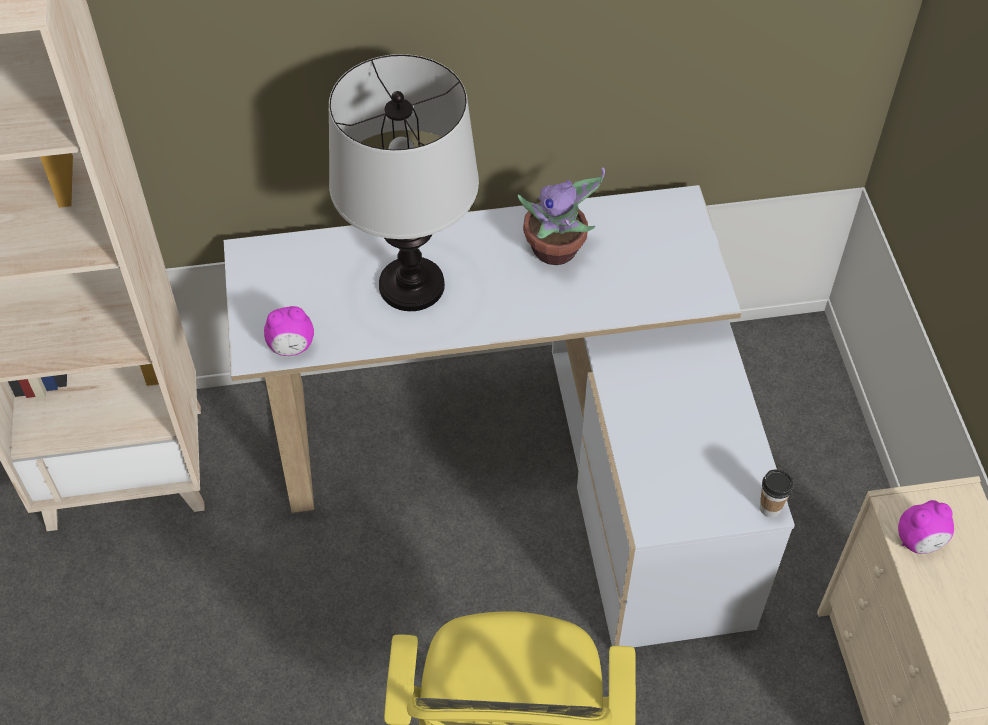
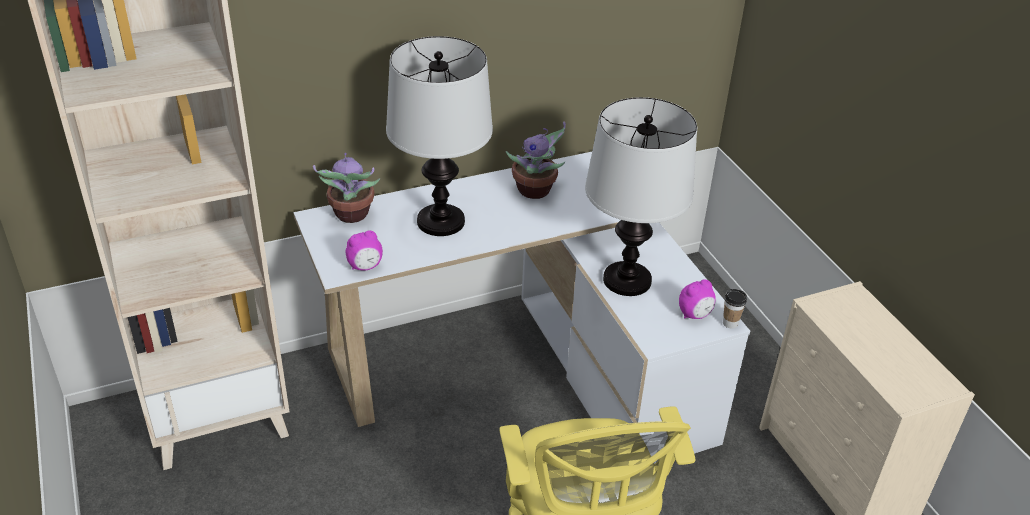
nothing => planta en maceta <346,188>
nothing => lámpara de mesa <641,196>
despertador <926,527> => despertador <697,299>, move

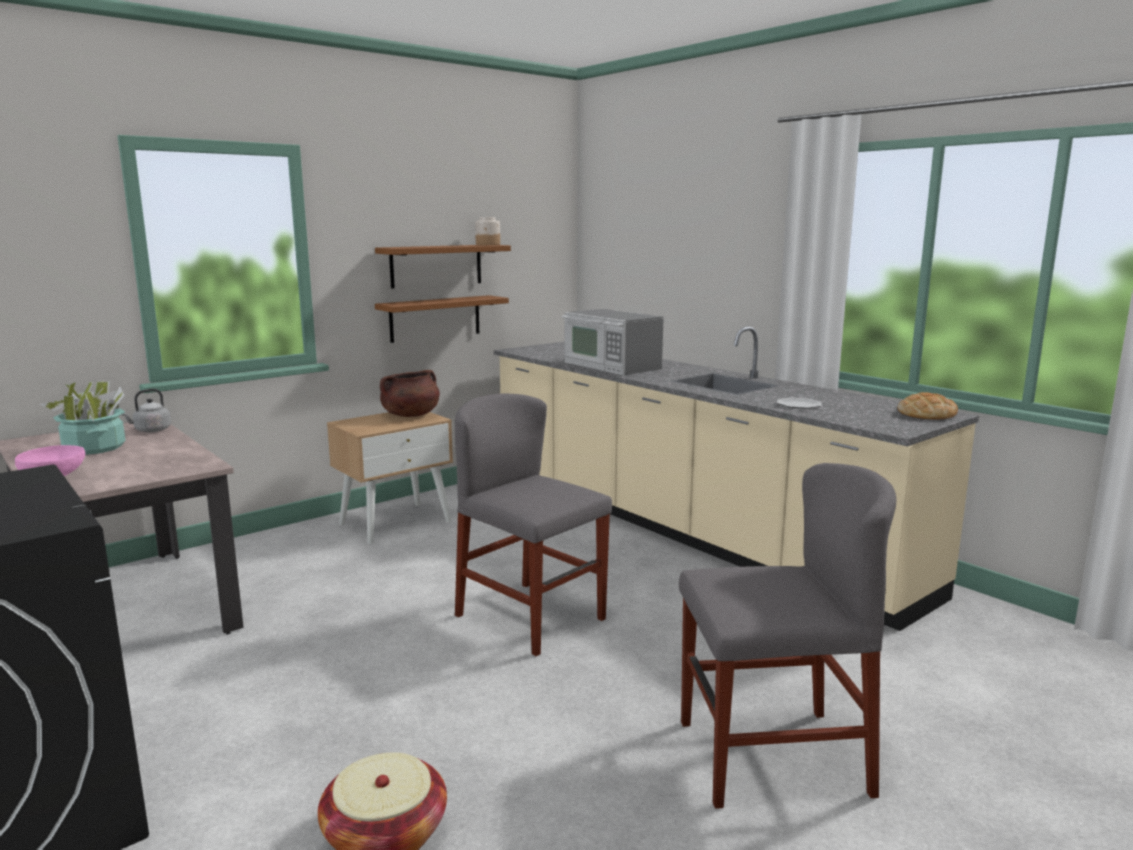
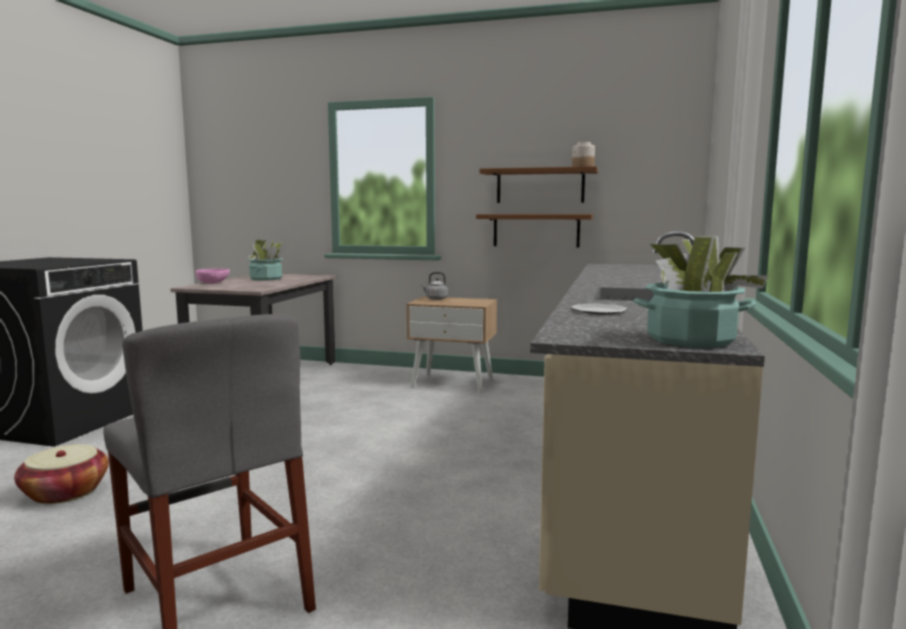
olla (marrón) <410,393> => nothing
silla (gris) <533,525> => nothing
microondas <612,342> => nothing
hervidor (gris) <146,410> => hervidor (gris) <434,286>, move
pan <927,405> => planta en maceta <701,292>

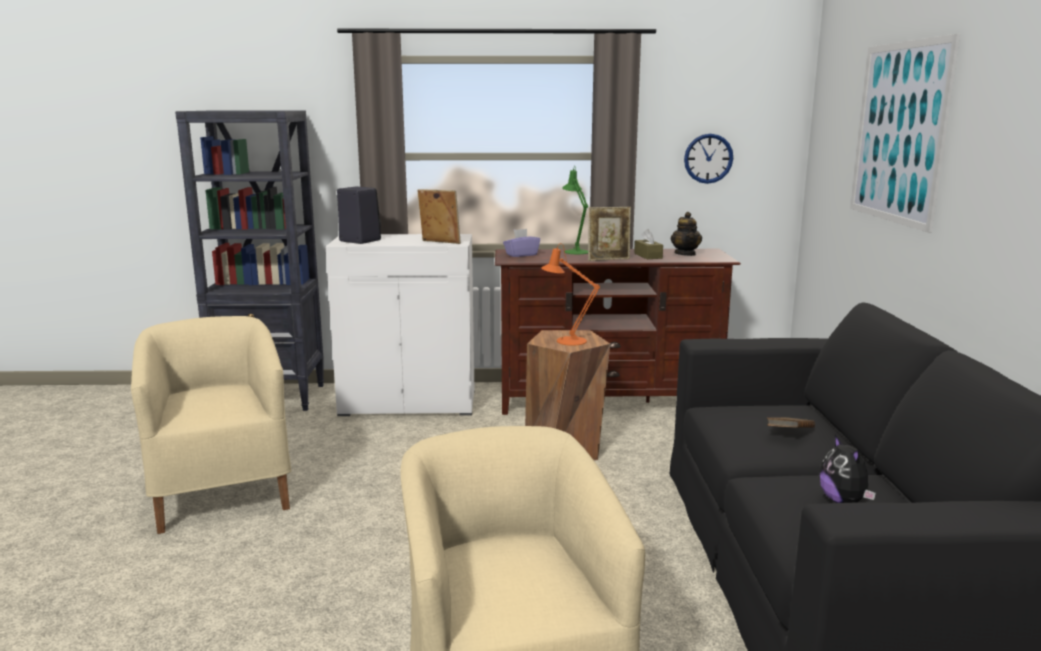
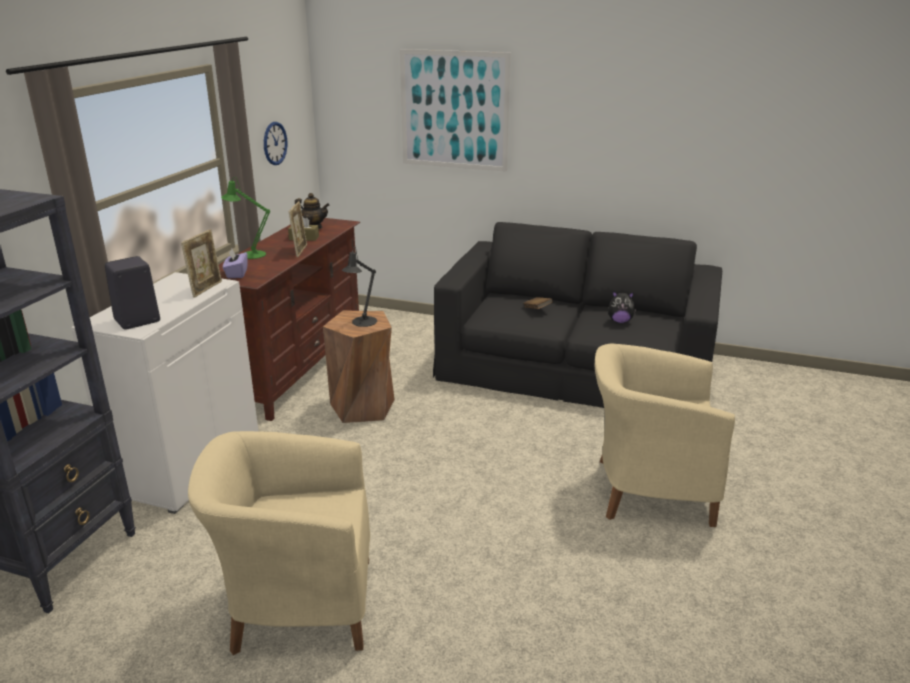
lámpara de mesa (naranja) <570,294> => lámpara de mesa (negro) <359,287>
portarretratos <439,216> => portarretratos <201,263>, 150 degrees clockwise

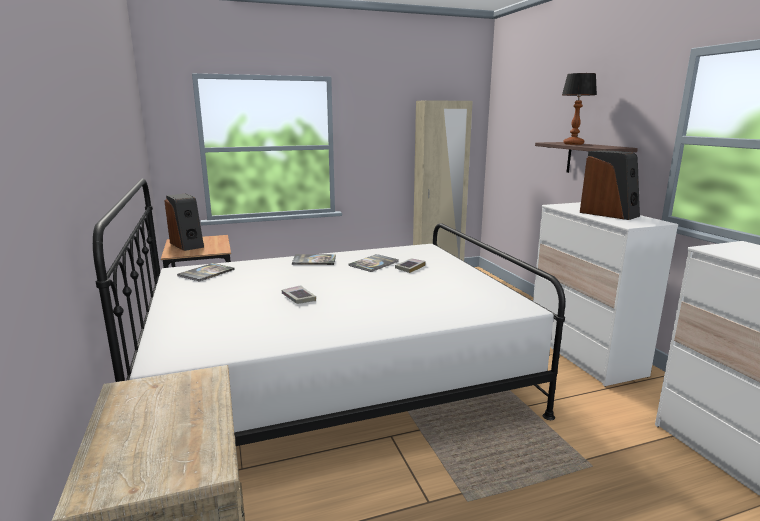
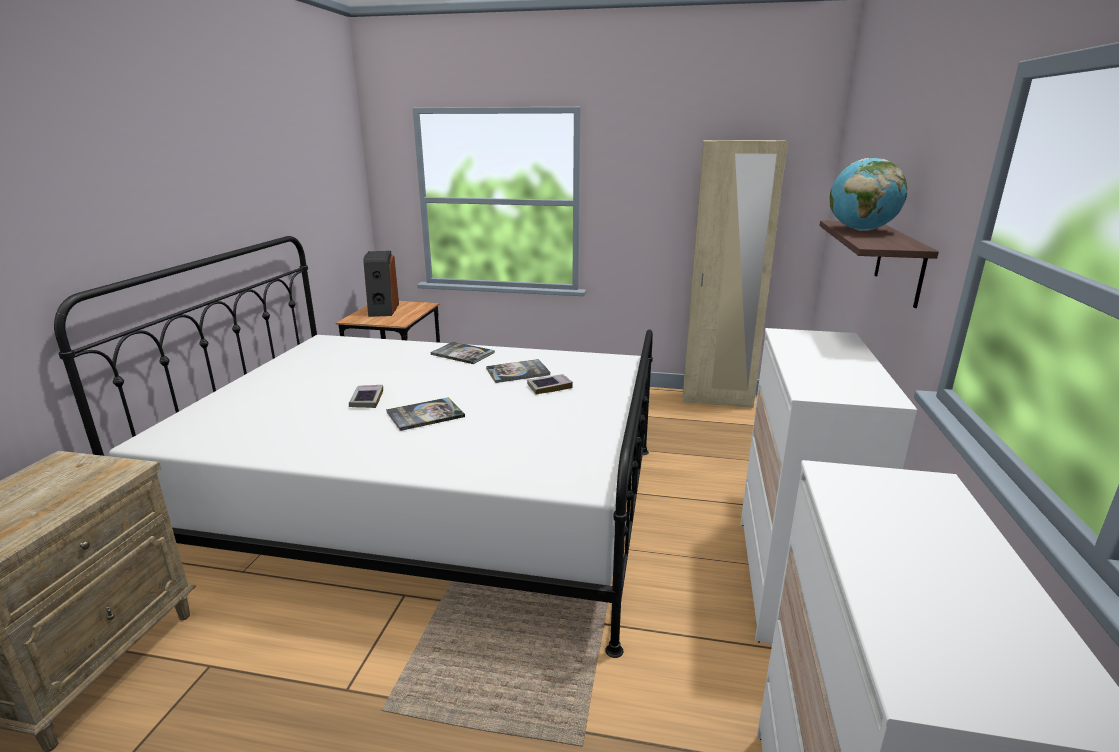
altavoz <610,185> => nothing
libro <206,272> => libro <425,414>, move
lámpara de mesa <579,109> => globo terráqueo <868,194>

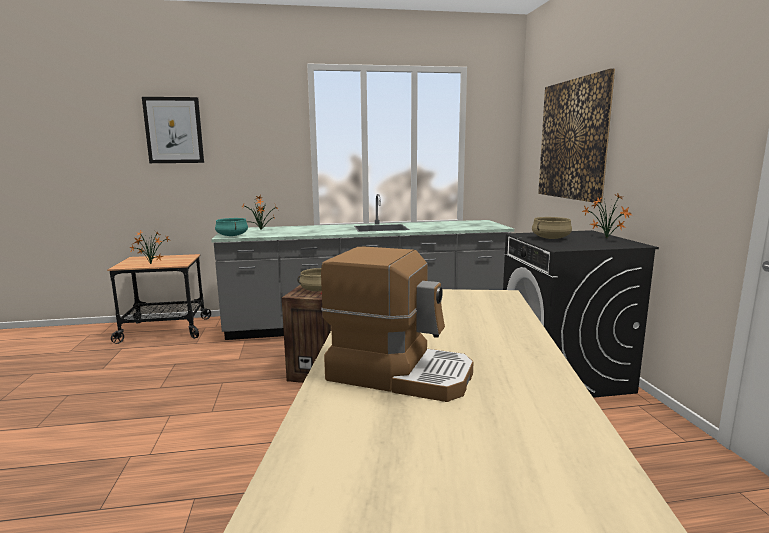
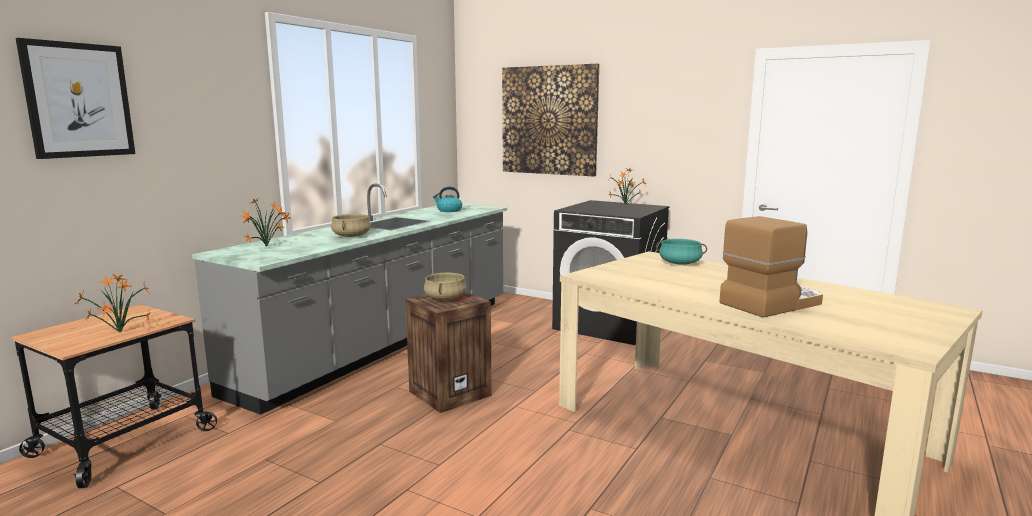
nothing => hervidor <447,199>
olla (turquesa) <231,227> => olla (turquesa) <681,252>, move
olla (beis) <552,228> => olla (beis) <351,225>, move

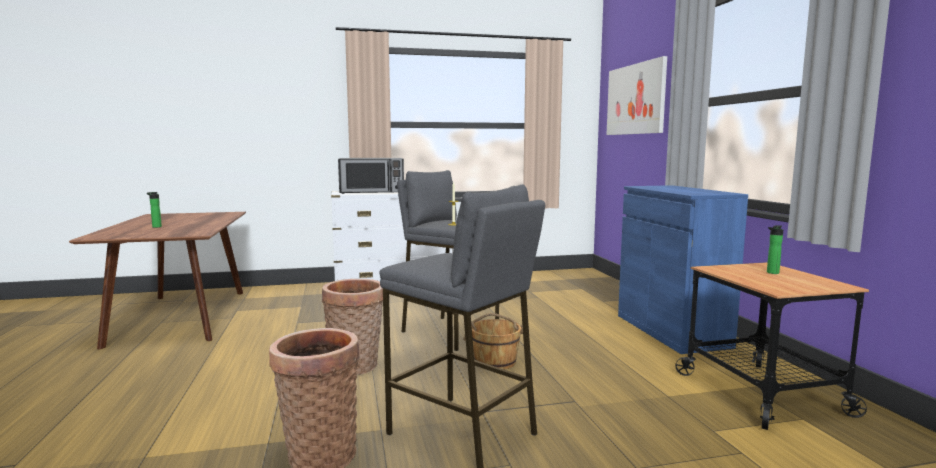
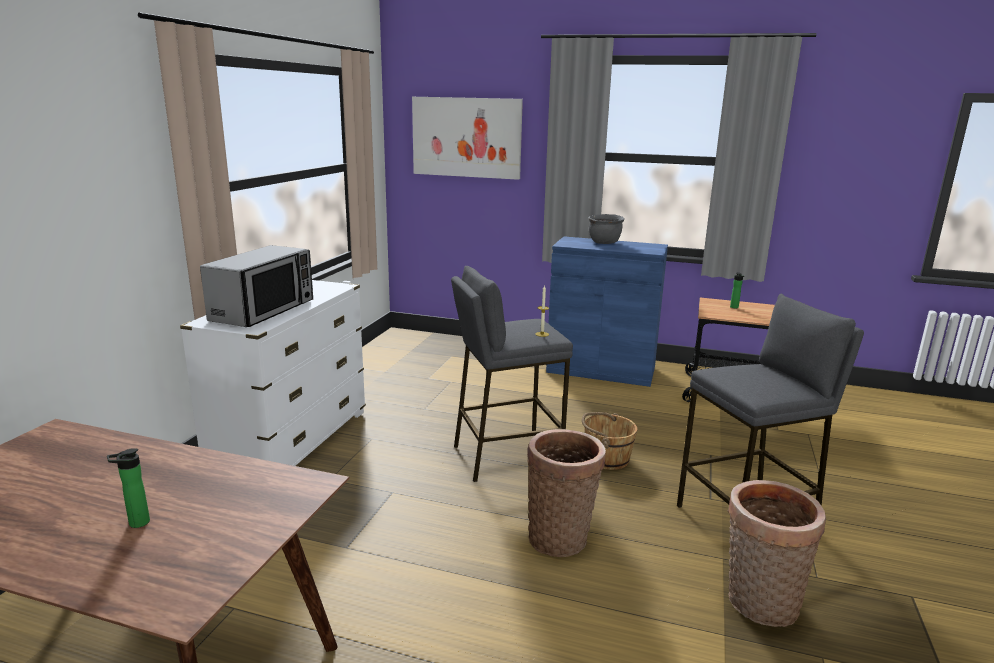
nothing => olla (gris) <607,229>

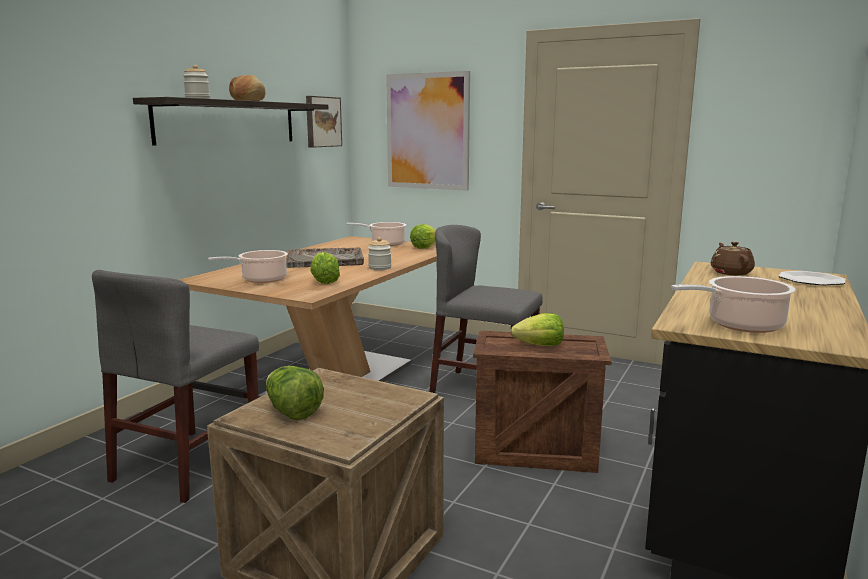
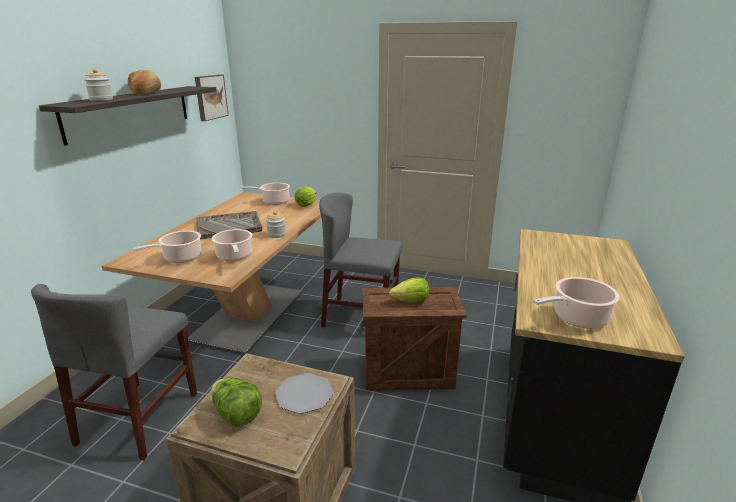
cuadro <428,131> => nothing
tetera (marrón) <733,259> => nothing
plato <812,278> => plato <304,393>, move
lechuga <325,268> => olla <232,245>

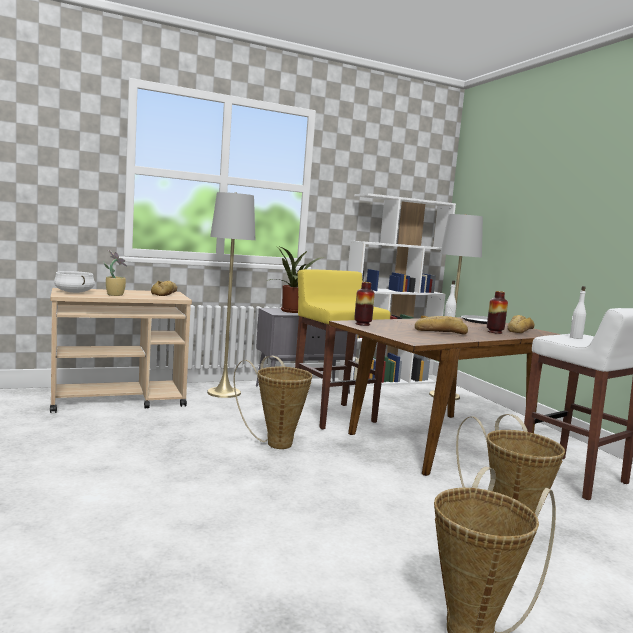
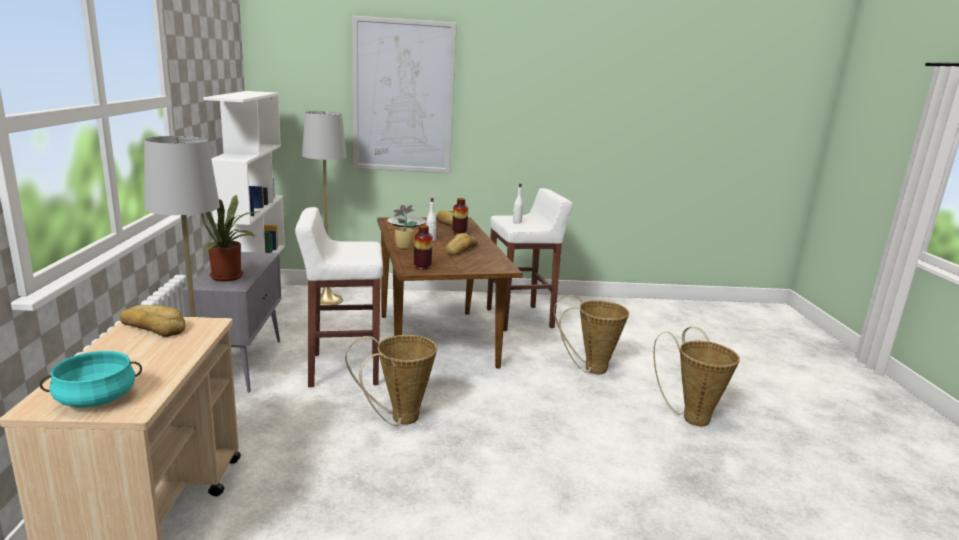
nothing => cuadro <404,94>
planta en maceta <115,273> => planta en maceta <405,226>, move
olla (blanco) <74,282> => olla (turquesa) <91,379>
taburete (amarillo) <342,349> => taburete (blanco) <339,297>

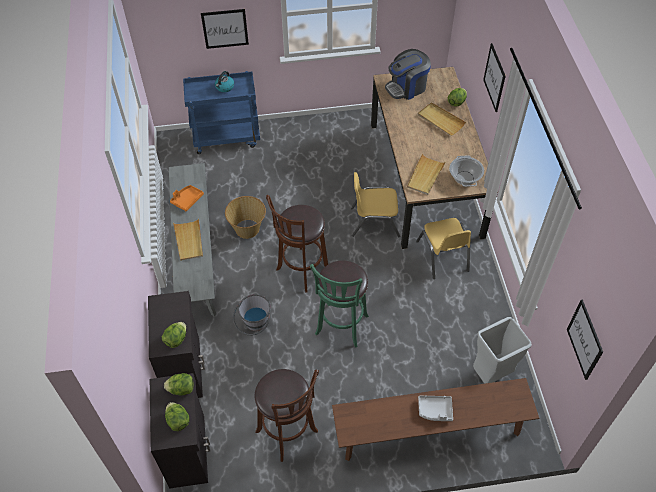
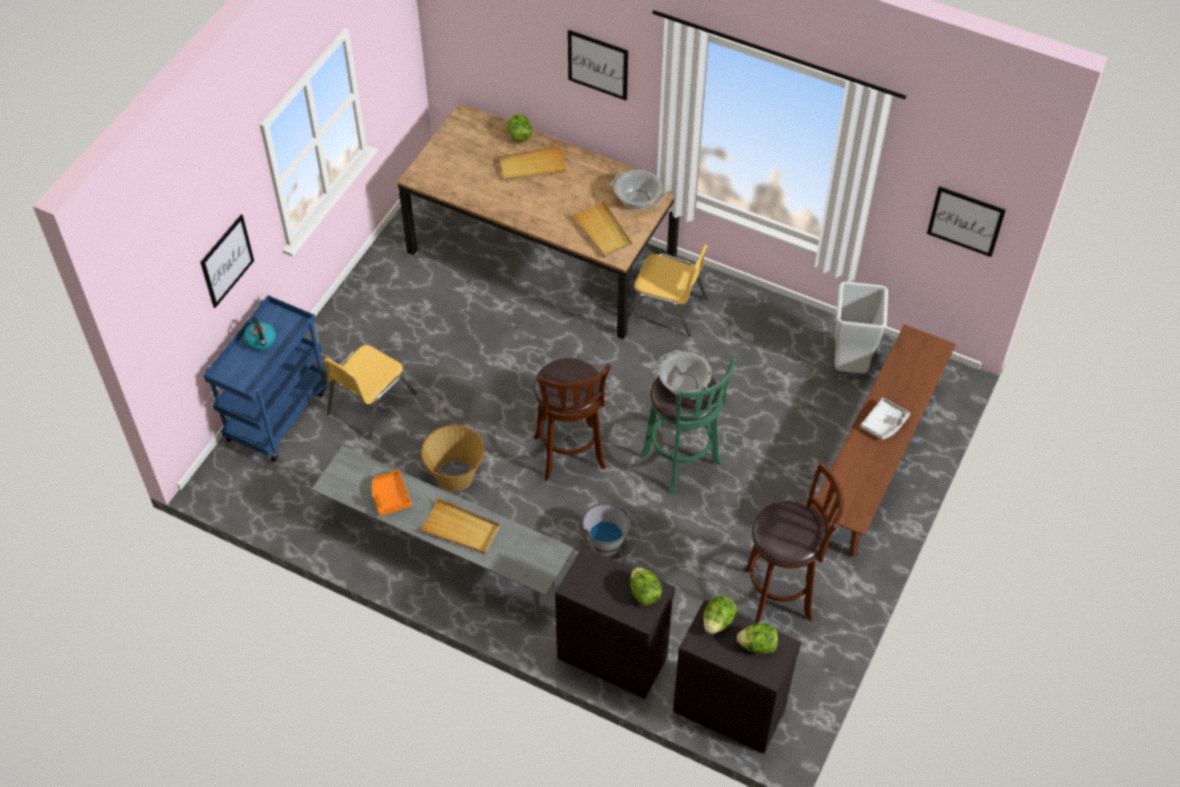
cafetera <408,74> => nothing
nothing => olla <685,375>
silla (amarillo) <375,205> => silla (amarillo) <371,392>, move

